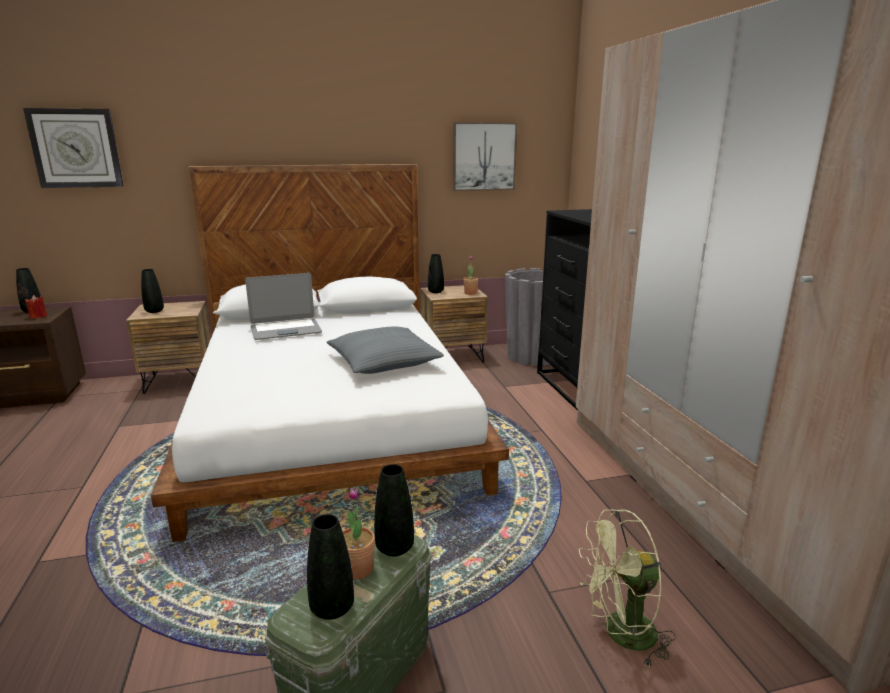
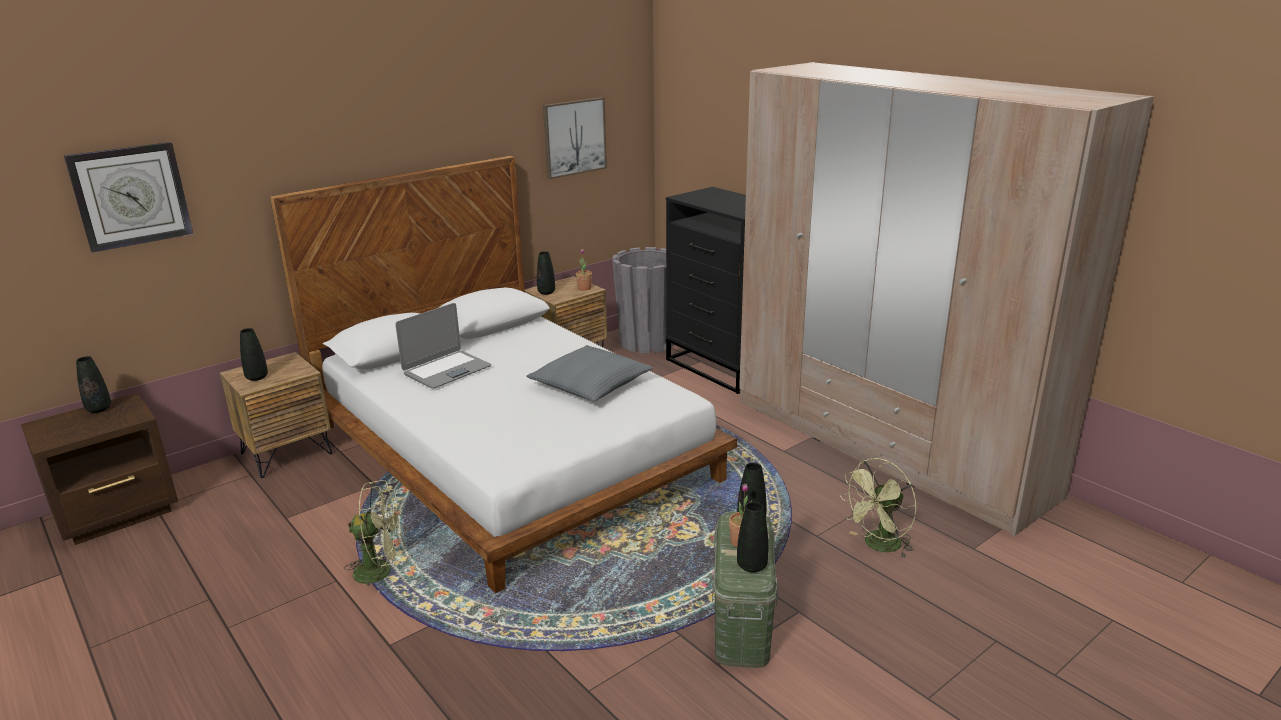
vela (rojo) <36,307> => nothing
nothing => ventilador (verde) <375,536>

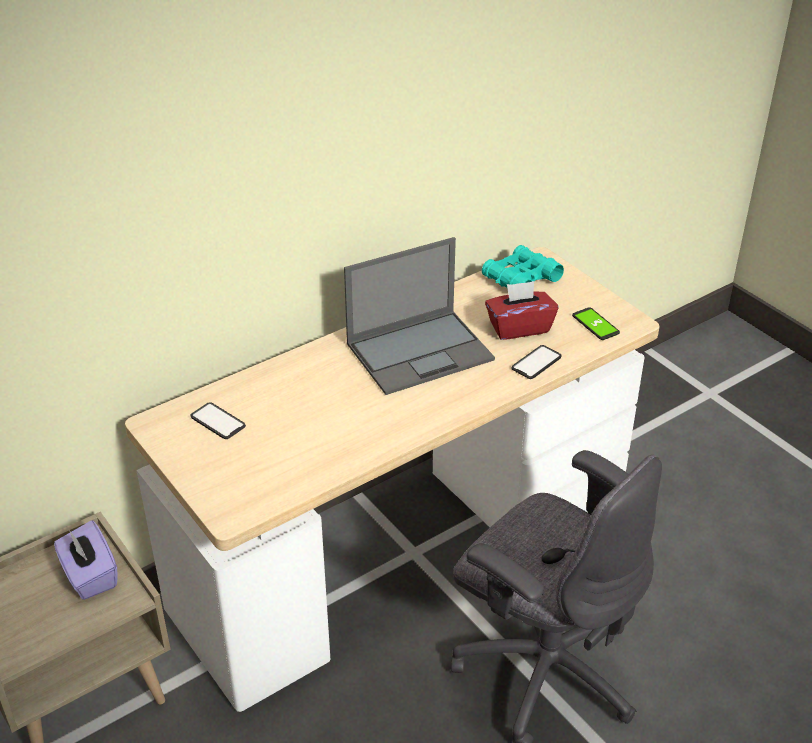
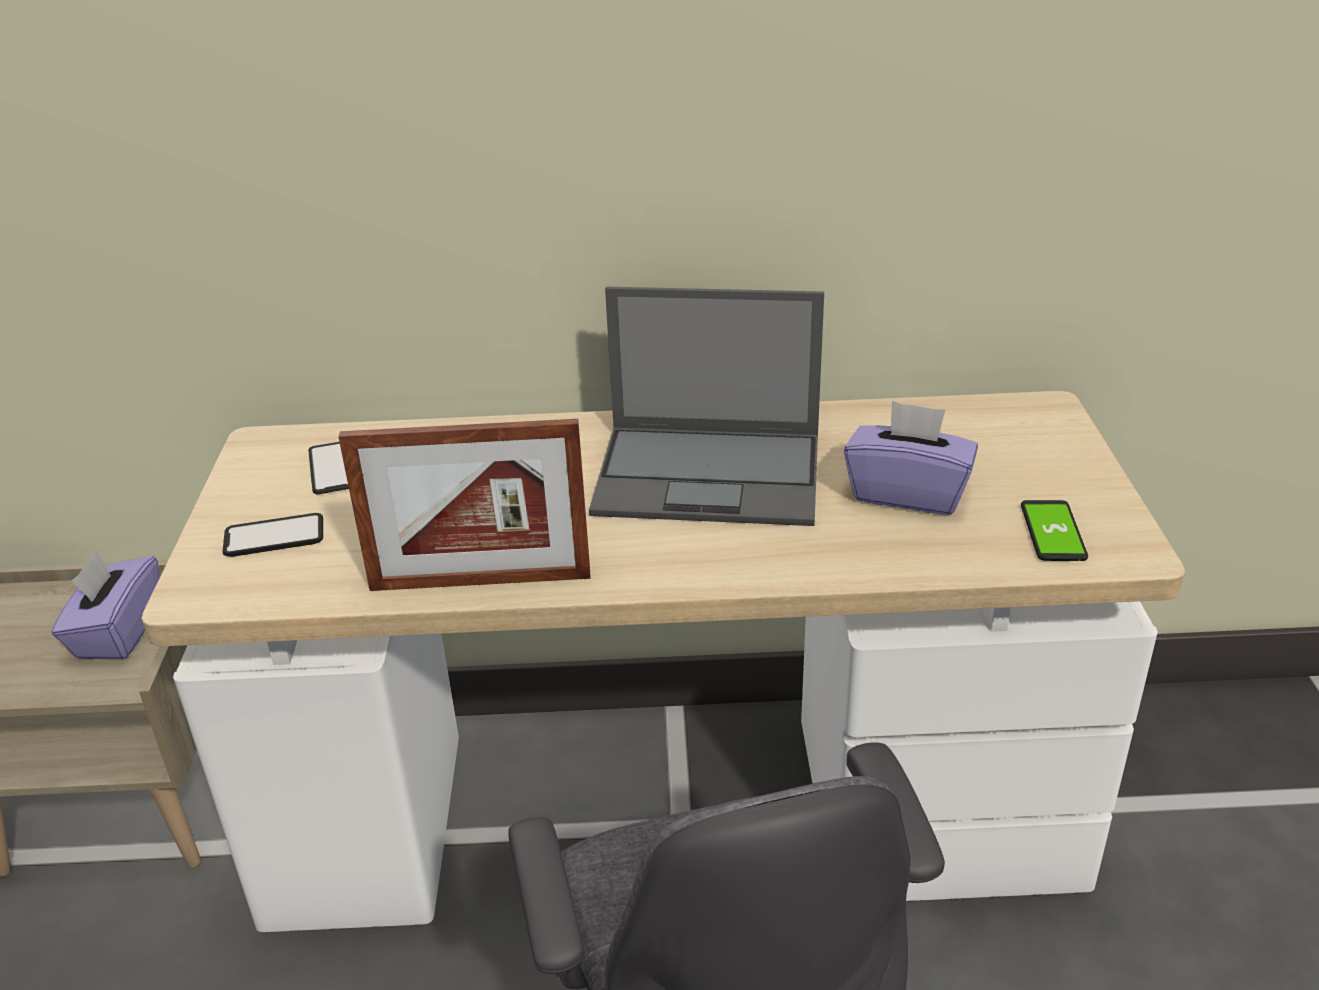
prismáticos (turquesa) <523,266> => nothing
nothing => portarretratos <464,505>
móvil <536,362> => móvil <272,535>, move
caja de pañuelos (rojo) <521,310> => caja de pañuelos (morado) <911,458>

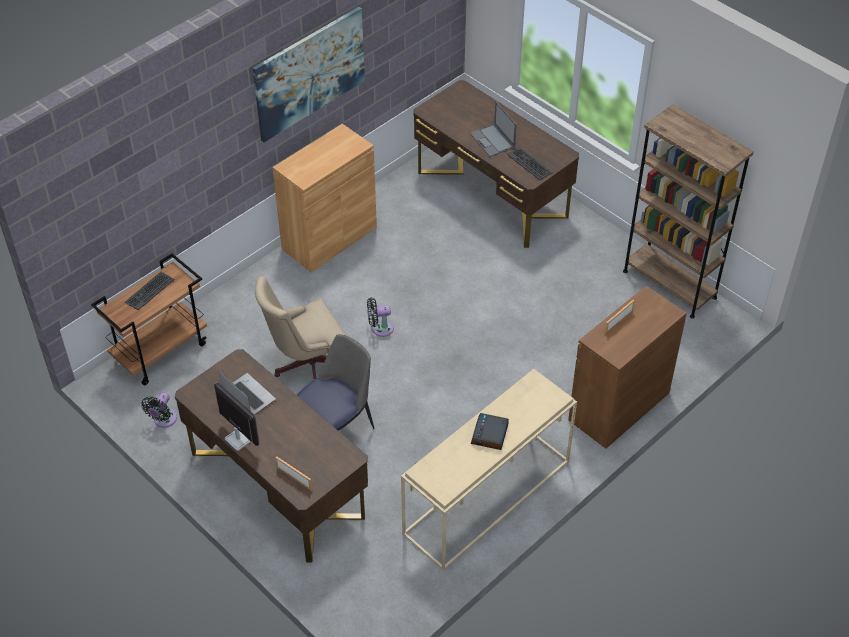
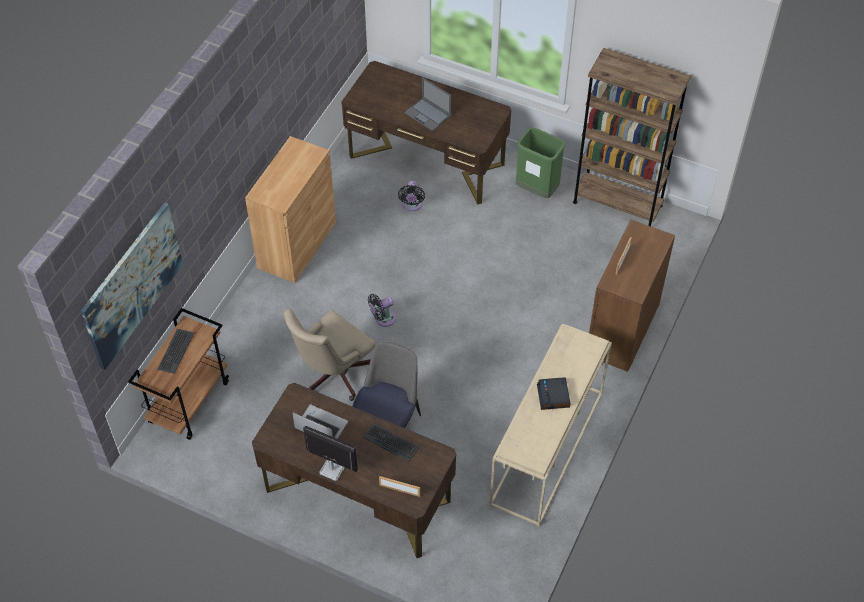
nothing => papelera (verde) <541,163>
ventilador (negro) <159,410> => ventilador (negro) <411,195>, move
cuadro <309,74> => cuadro <132,286>, move
teclado <530,163> => teclado <391,442>, move

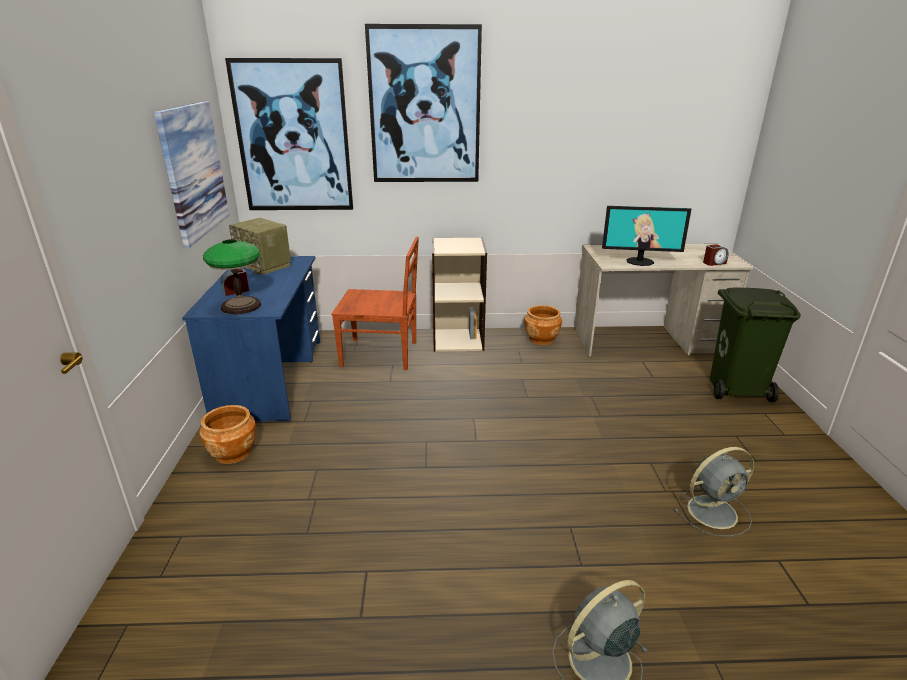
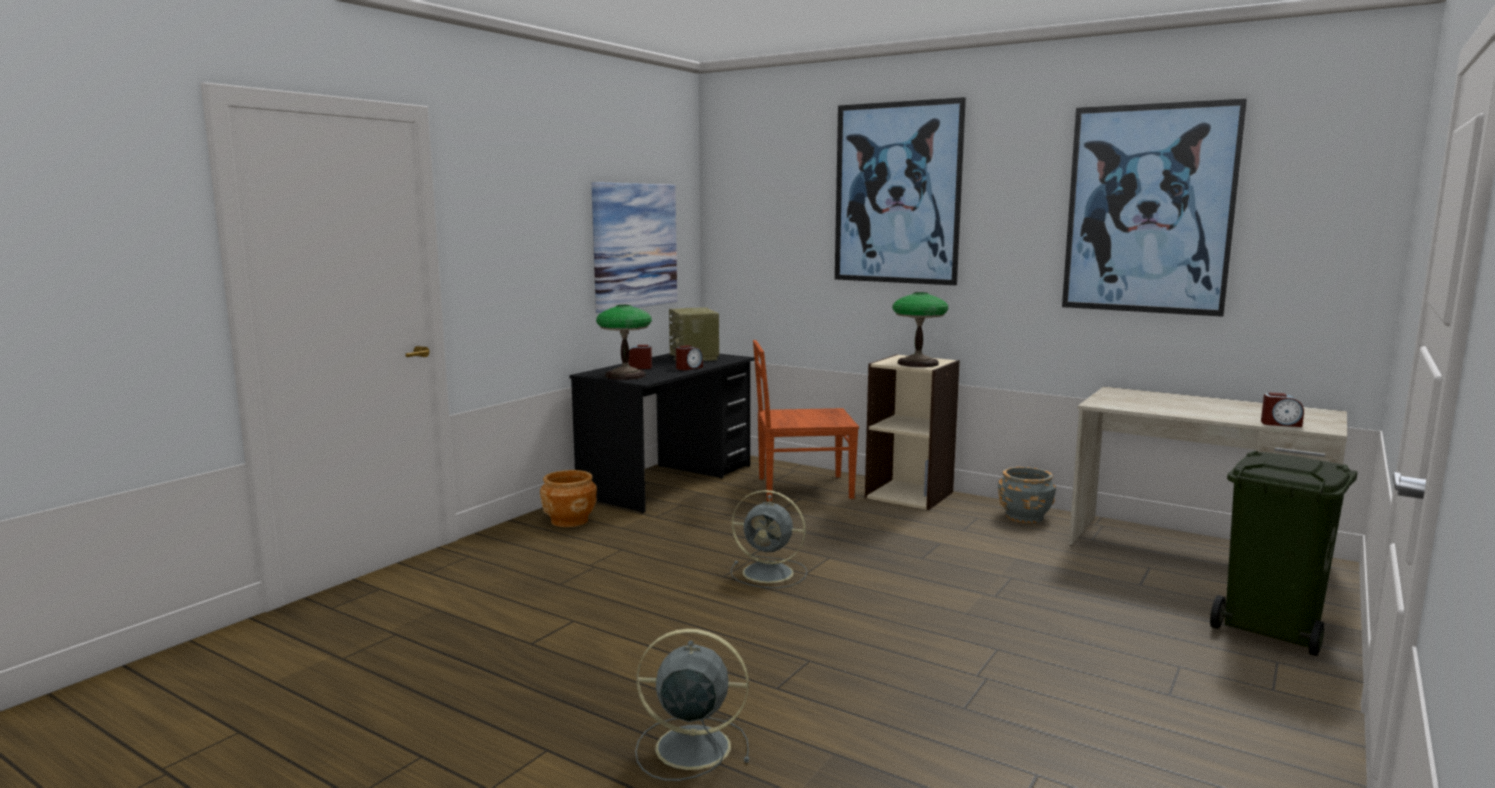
monitor <646,236> => nothing
nothing => despertador <689,357>
nothing => lámpara de mesa <920,329>
cuadro <289,134> => cuadro <1154,207>, move
ventilador (gris) <714,492> => ventilador (gris) <769,539>, move
escritorio (azul) <251,338> => escritorio (negro) <662,433>
maceta (marrón) <543,325> => maceta (gris) <1027,495>
silla (marrón) <375,303> => silla (marrón) <806,420>, 135 degrees clockwise

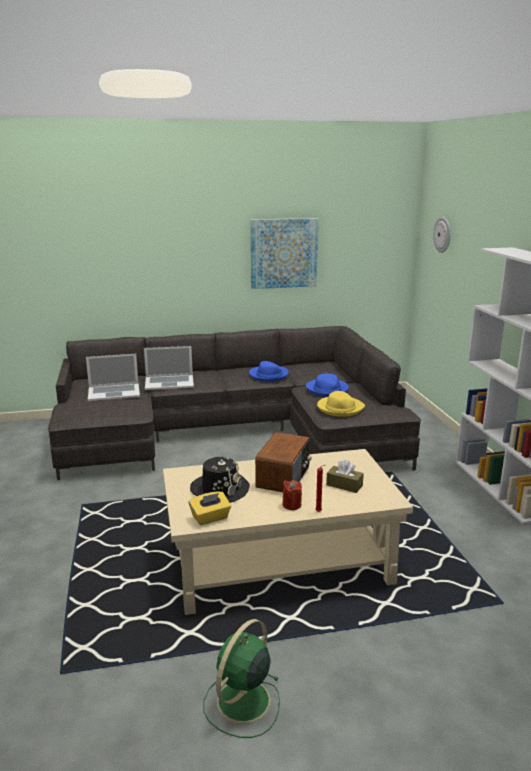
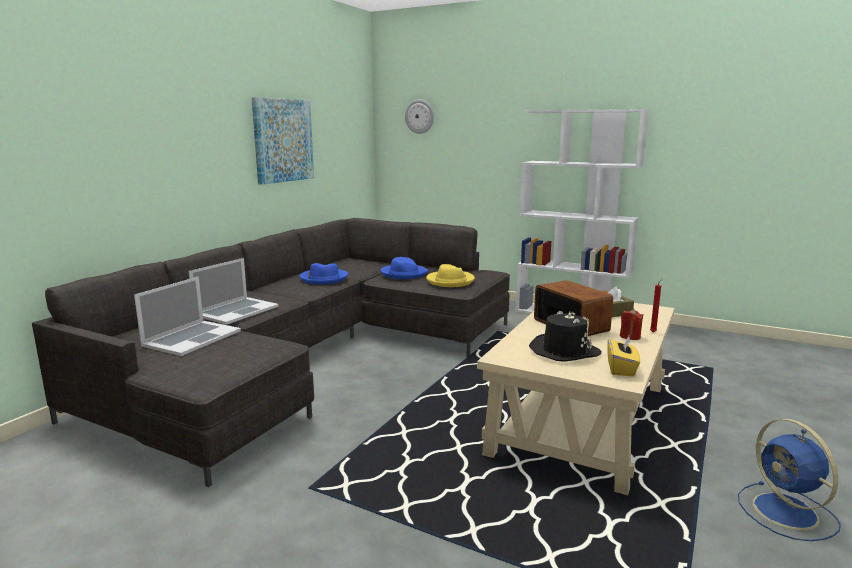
ventilador (verde) <241,678> => ventilador (azul) <789,480>

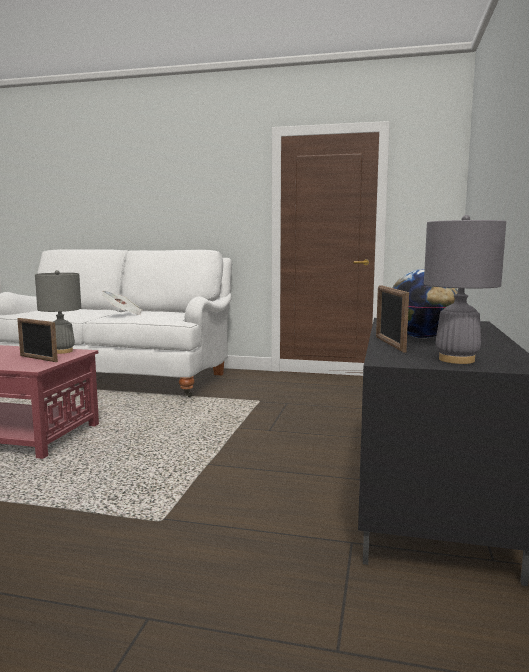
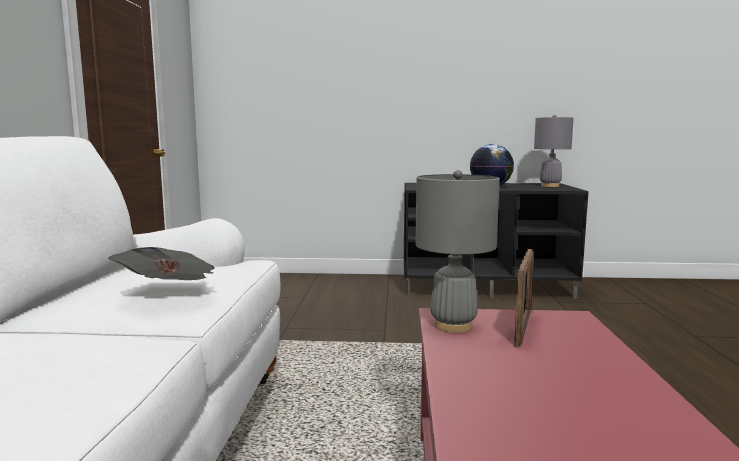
portarretratos <392,318> => nothing

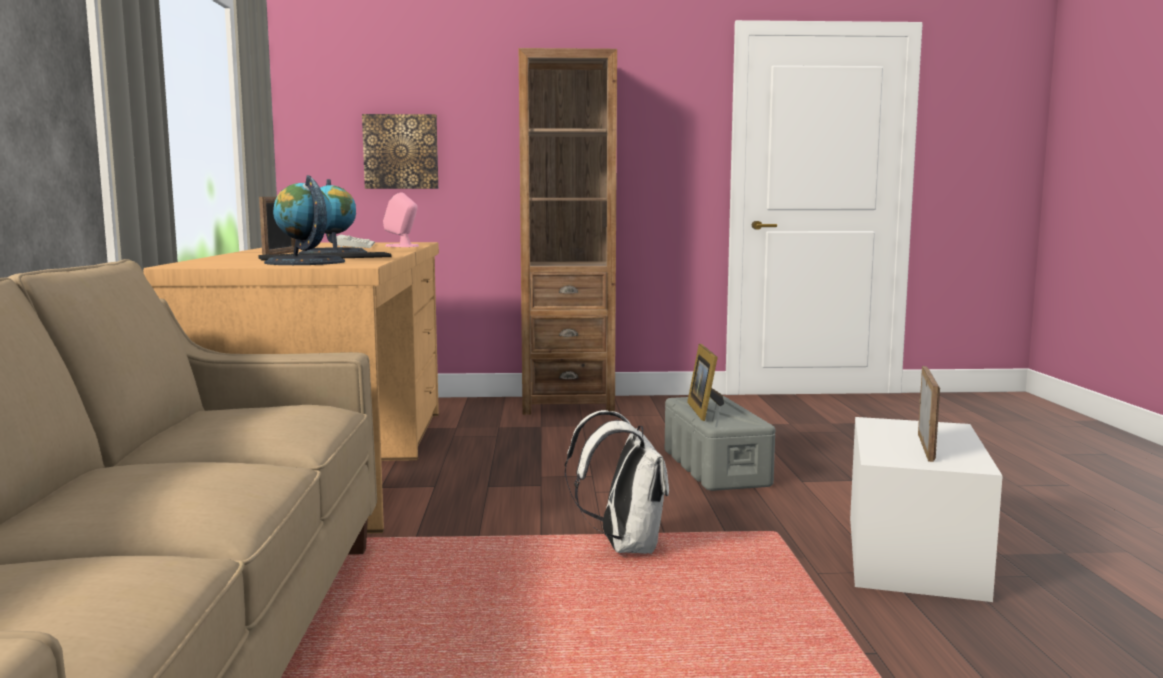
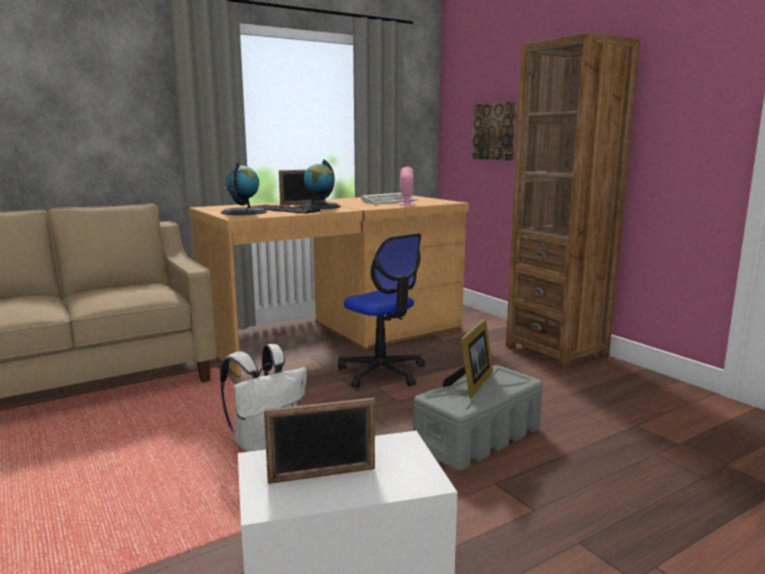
nothing => silla de oficina <381,310>
portarretratos <705,382> => portarretratos <467,358>, 150 degrees clockwise

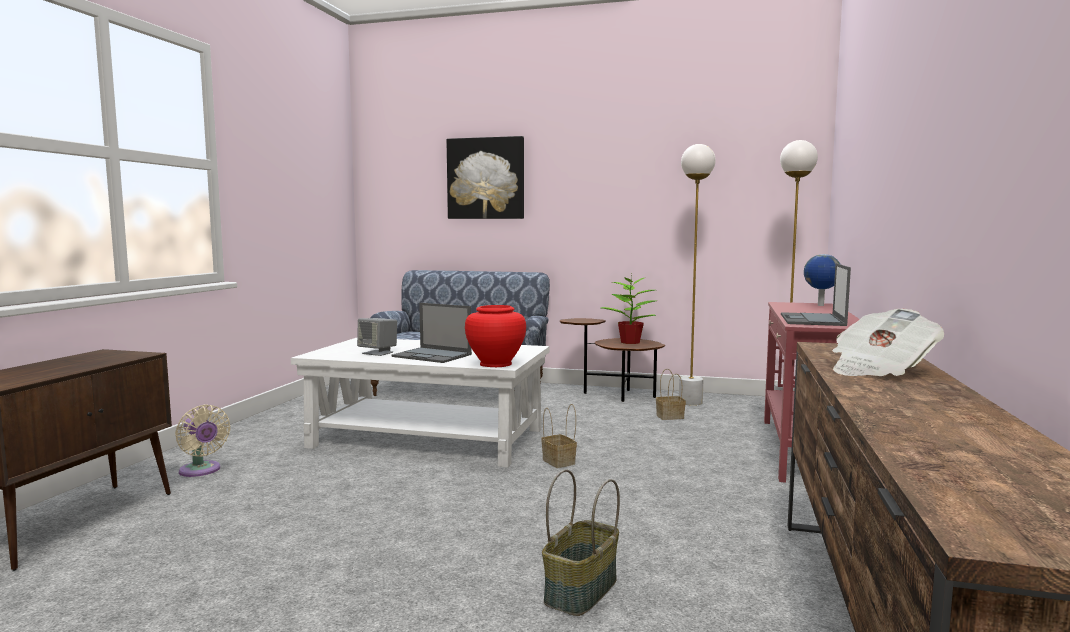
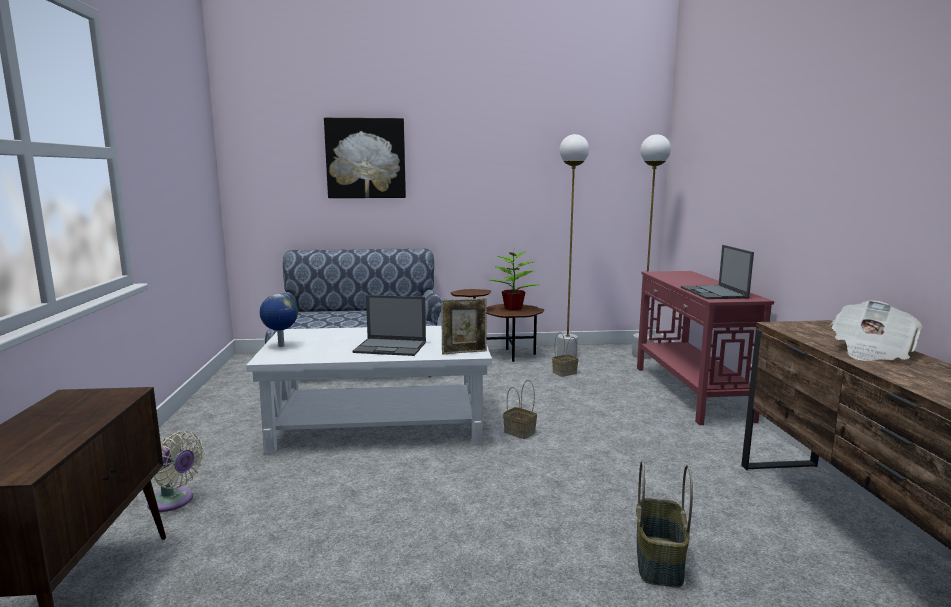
altavoz (gris) <377,337> => nothing
globo terráqueo <822,280> => globo terráqueo <278,320>, move
florero (rojo) <495,336> => portarretratos <464,326>

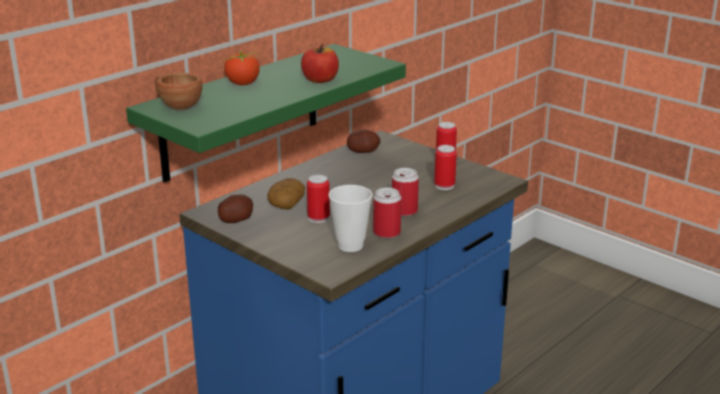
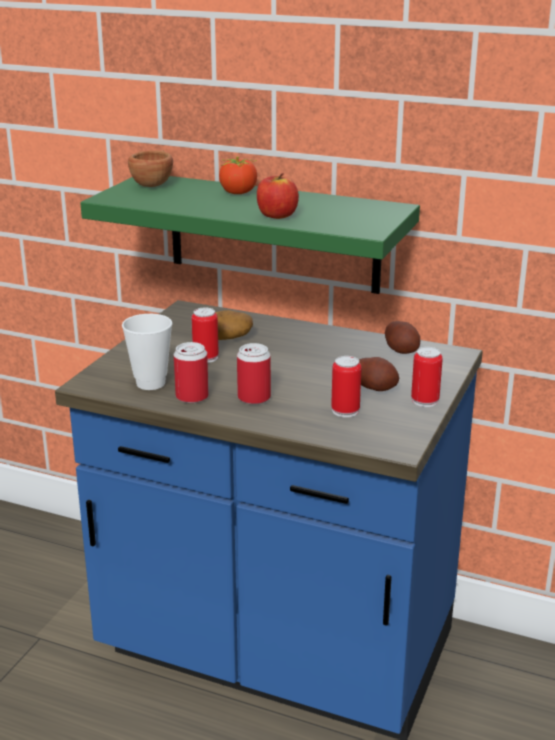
patata <235,209> => patata <379,374>, move

